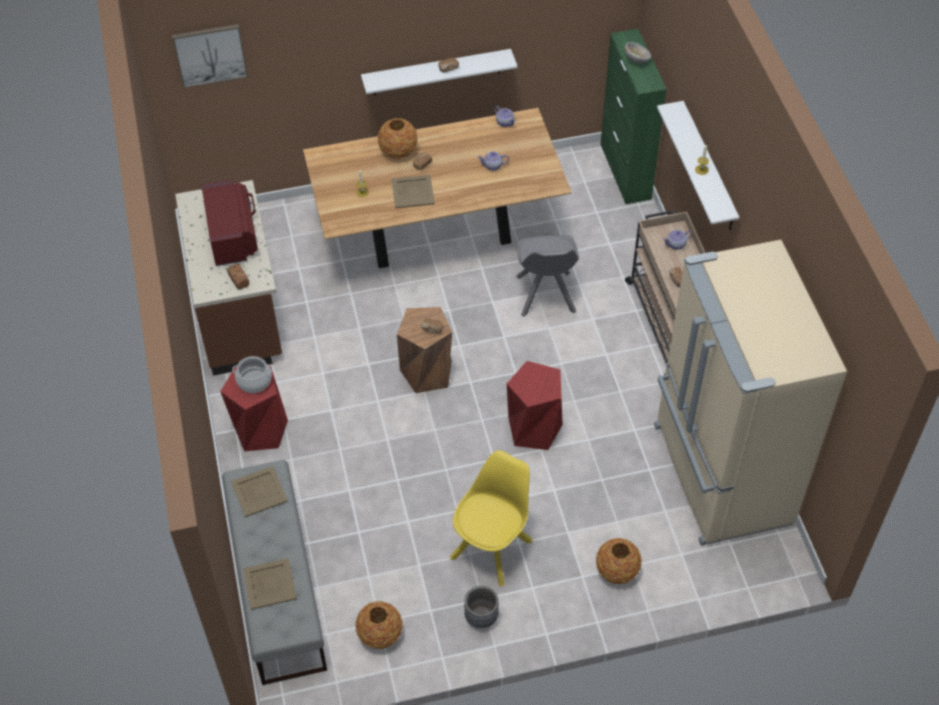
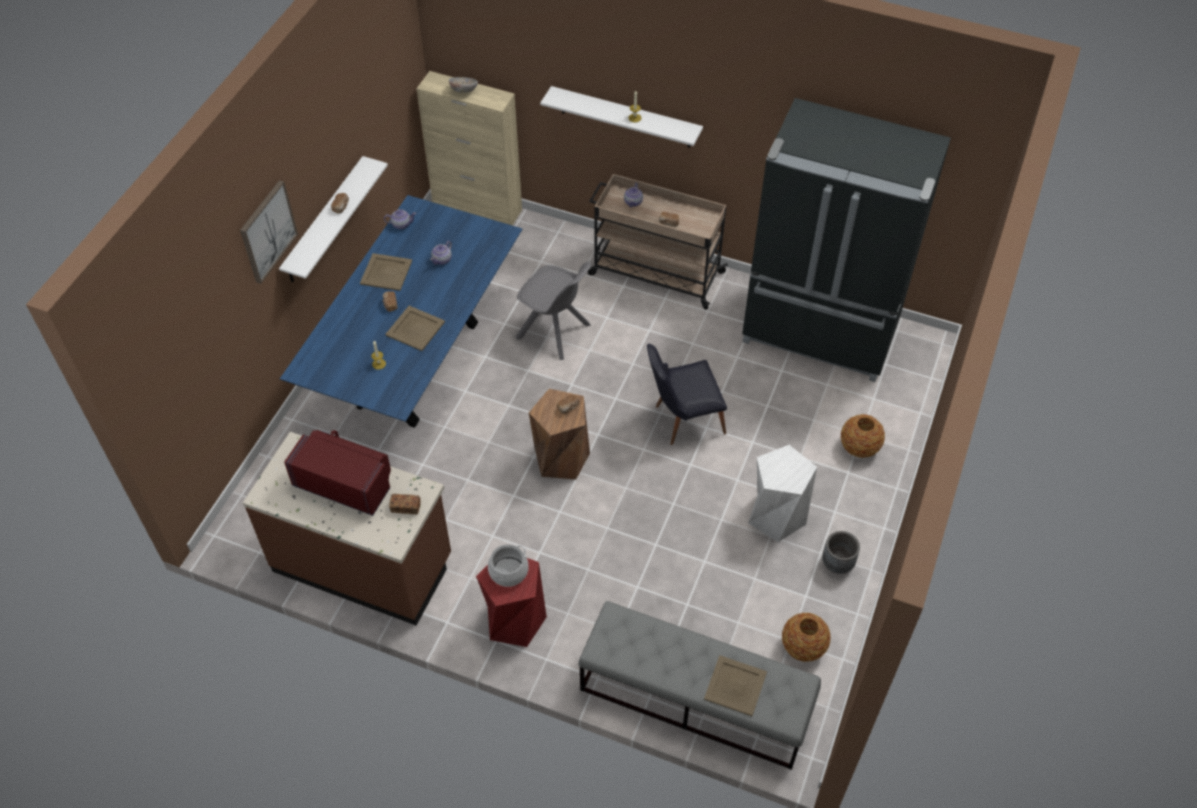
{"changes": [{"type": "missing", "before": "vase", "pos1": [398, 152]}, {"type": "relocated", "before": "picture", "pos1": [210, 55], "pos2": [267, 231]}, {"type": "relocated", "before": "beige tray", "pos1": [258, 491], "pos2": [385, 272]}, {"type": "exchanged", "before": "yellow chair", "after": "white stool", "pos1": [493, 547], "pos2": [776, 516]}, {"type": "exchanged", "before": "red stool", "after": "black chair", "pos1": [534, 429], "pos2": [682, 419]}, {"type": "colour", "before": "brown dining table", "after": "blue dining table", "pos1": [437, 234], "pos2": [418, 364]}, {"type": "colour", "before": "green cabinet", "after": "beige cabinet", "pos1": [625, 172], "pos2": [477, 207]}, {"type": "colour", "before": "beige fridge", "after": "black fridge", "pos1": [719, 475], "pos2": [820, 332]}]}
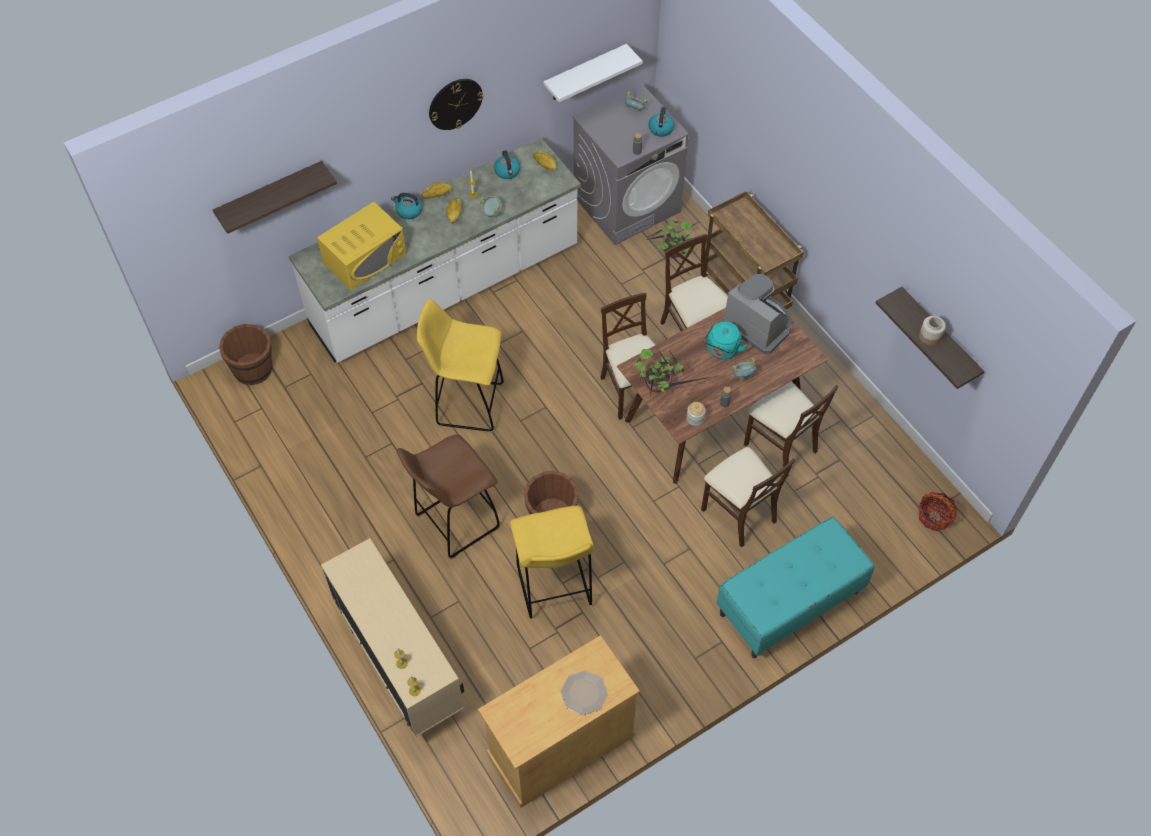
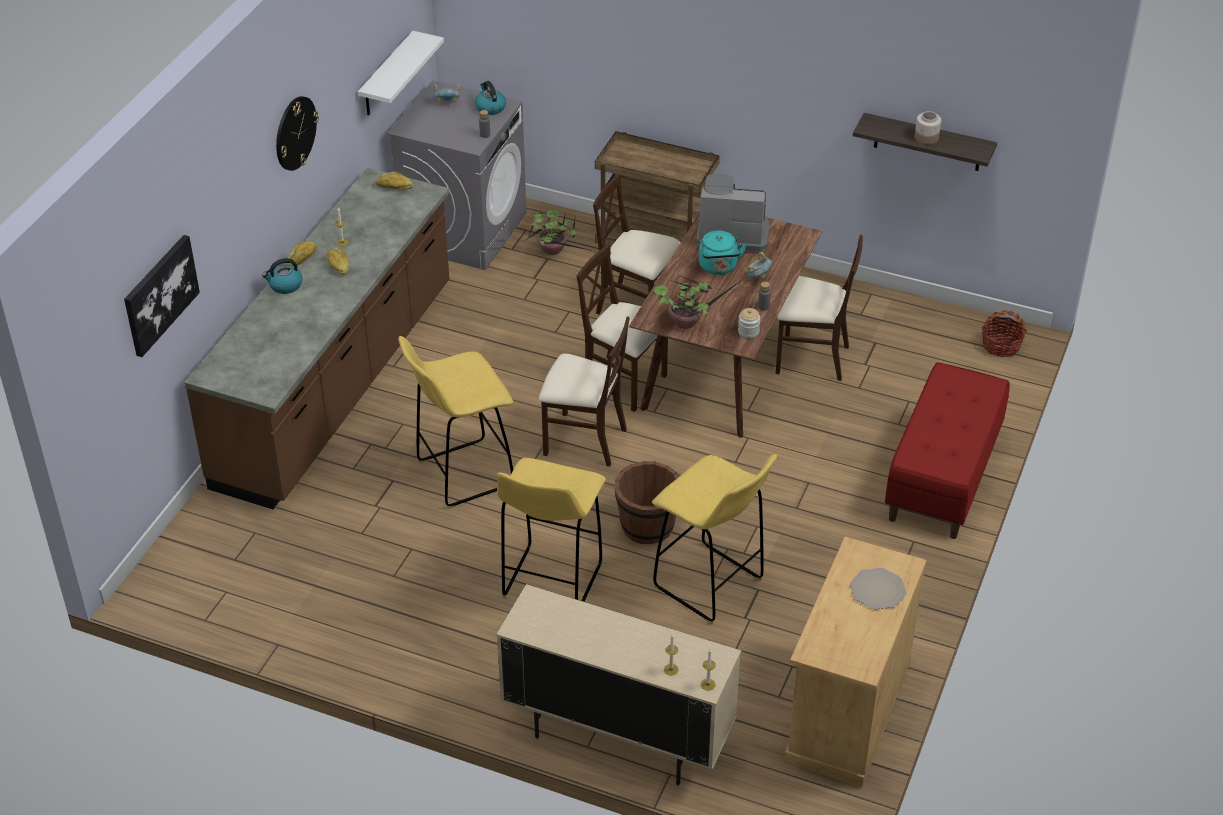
{"changes": [{"type": "missing", "before": "brown bucket", "pos1": [253, 369]}, {"type": "missing", "before": "yellow microwave", "pos1": [365, 258]}, {"type": "missing", "before": "bowl", "pos1": [491, 213]}, {"type": "missing", "before": "kettle", "pos1": [507, 172]}, {"type": "relocated", "before": "beige chair", "pos1": [739, 513], "pos2": [584, 440]}, {"type": "exchanged", "before": "shelf", "after": "picture", "pos1": [270, 195], "pos2": [160, 294]}, {"type": "colour", "before": "white counter", "after": "brown counter", "pos1": [446, 288], "pos2": [337, 386]}, {"type": "colour", "before": "brown stool", "after": "yellow stool", "pos1": [455, 523], "pos2": [551, 583]}, {"type": "colour", "before": "turquoise bench", "after": "red bench", "pos1": [789, 603], "pos2": [943, 478]}]}
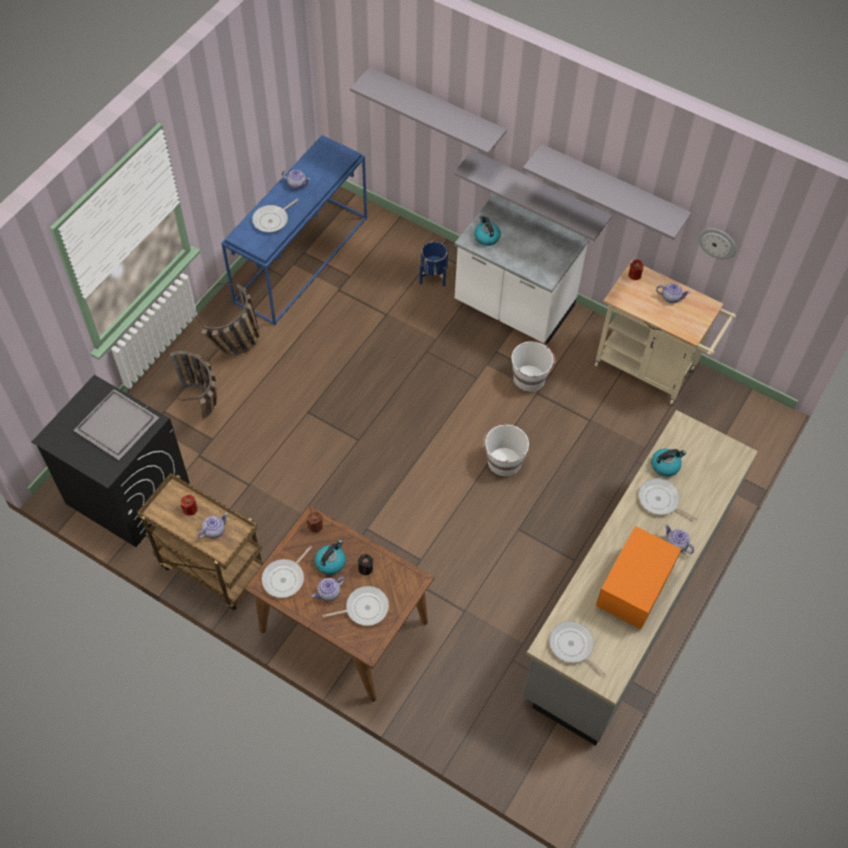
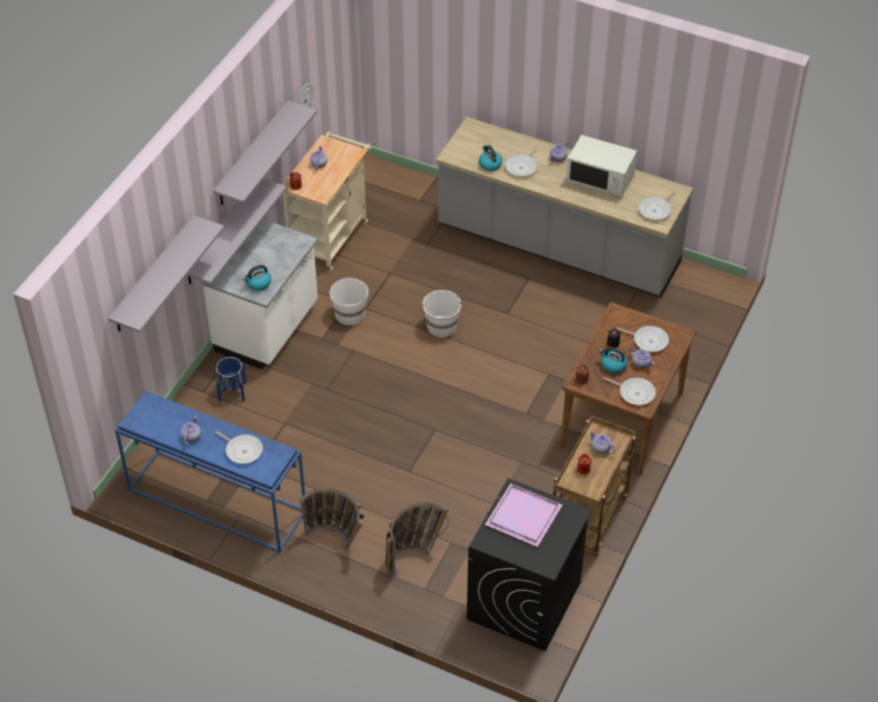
{"changes": [{"type": "colour", "before": "grey tray", "after": "purple tray", "pos1": [117, 426], "pos2": [525, 516]}, {"type": "colour", "before": "orange microwave", "after": "white microwave", "pos1": [634, 588], "pos2": [600, 179]}, {"type": "spun", "before": "frying pan", "pos1": [364, 608], "pos2": [648, 340], "turn": 135}]}
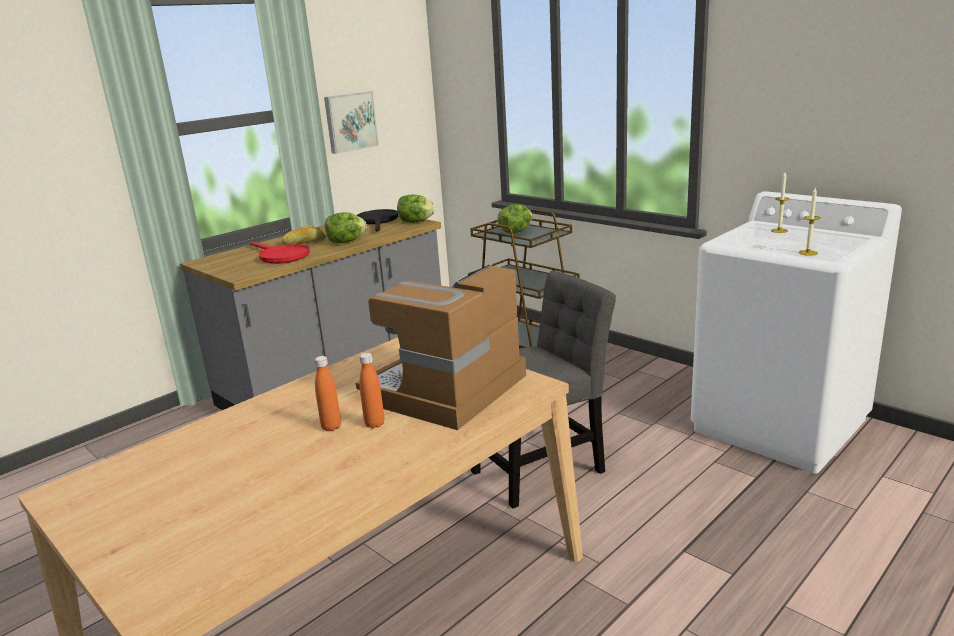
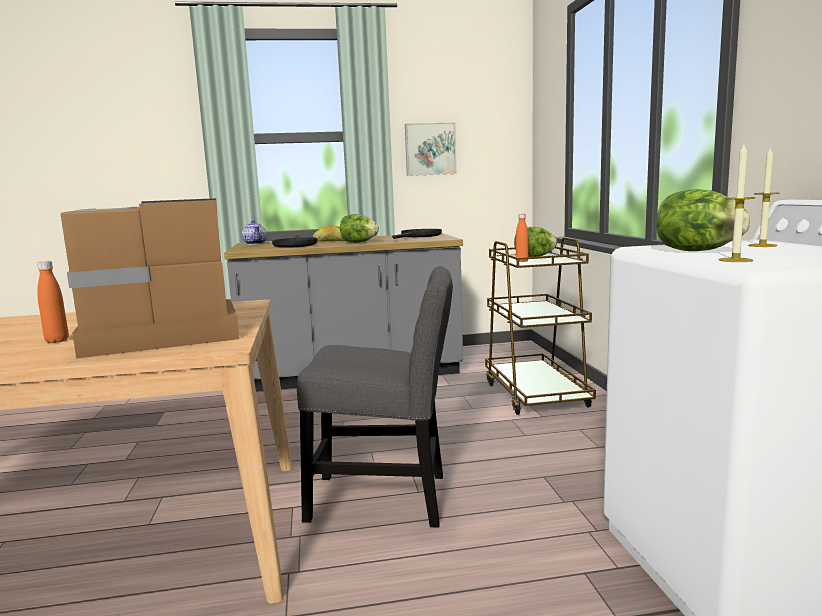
{"changes": [{"type": "appeared", "after": "teapot", "pos2": [255, 243]}, {"type": "relocated", "before": "orange bottle", "pos1": [331, 427], "pos2": [522, 261]}, {"type": "relocated", "before": "lettuce", "pos1": [416, 222], "pos2": [696, 251]}, {"type": "colour", "before": "red frying pan", "after": "black frying pan", "pos1": [280, 256], "pos2": [295, 245]}]}
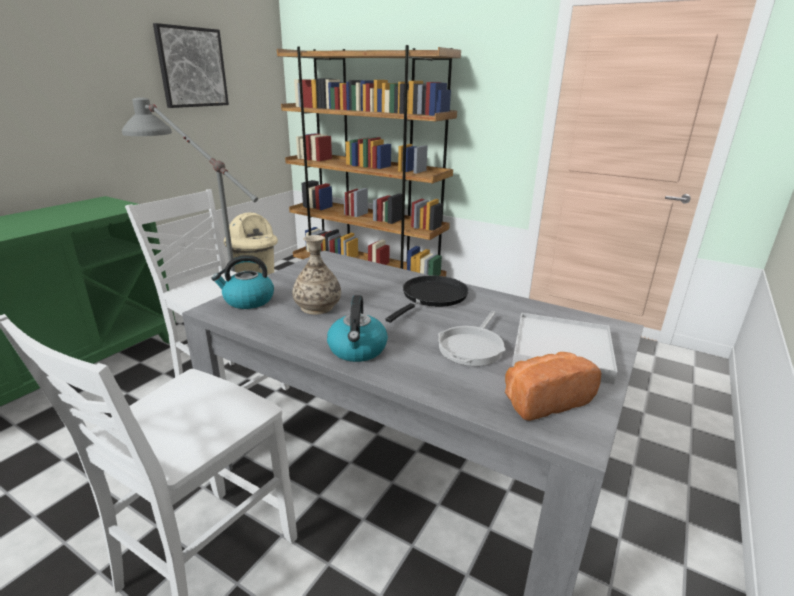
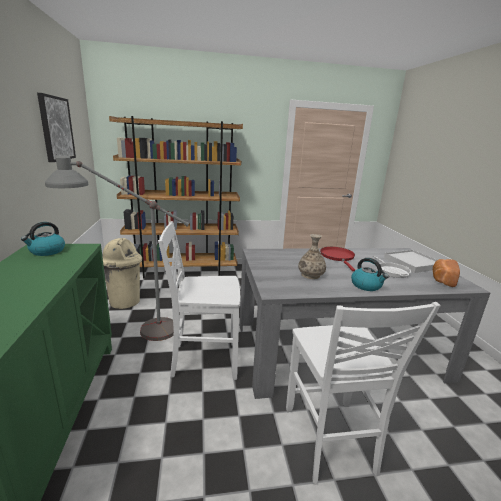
{"changes": [{"type": "relocated", "before": "kettle", "pos1": [248, 300], "pos2": [47, 251]}, {"type": "colour", "before": "black frying pan", "after": "red frying pan", "pos1": [432, 297], "pos2": [338, 257]}]}
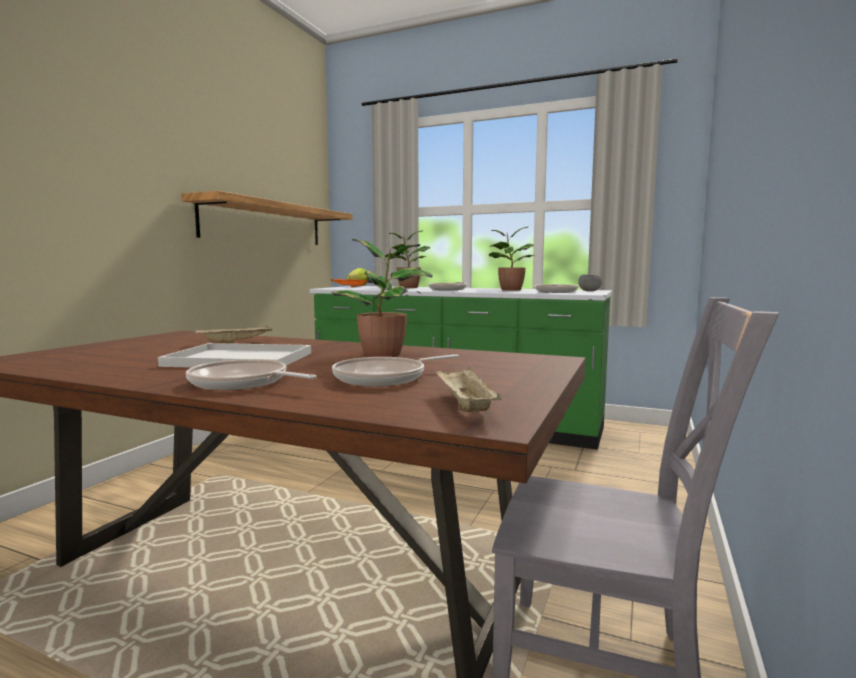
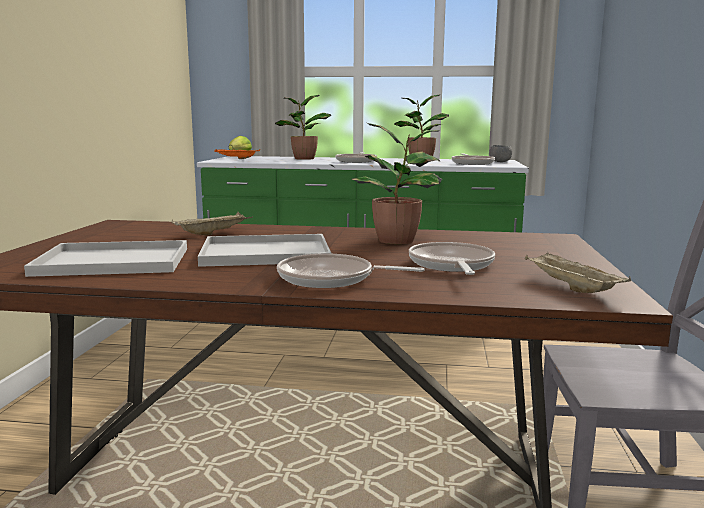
{"changes": [{"type": "missing", "before": "shelf", "pos1": [265, 224]}, {"type": "appeared", "after": "white tray", "pos2": [110, 262]}, {"type": "spun", "before": "frying pan", "pos1": [385, 378], "pos2": [451, 265], "turn": 135}]}
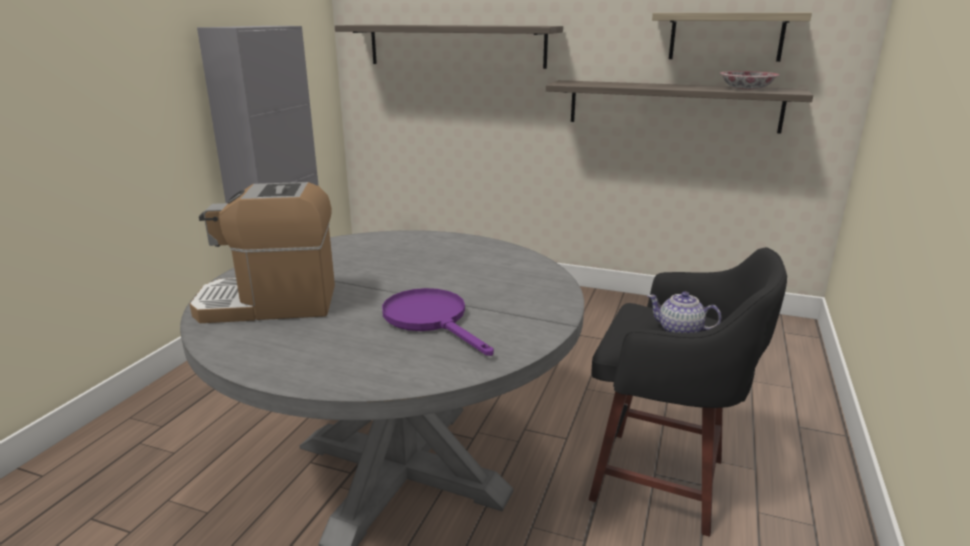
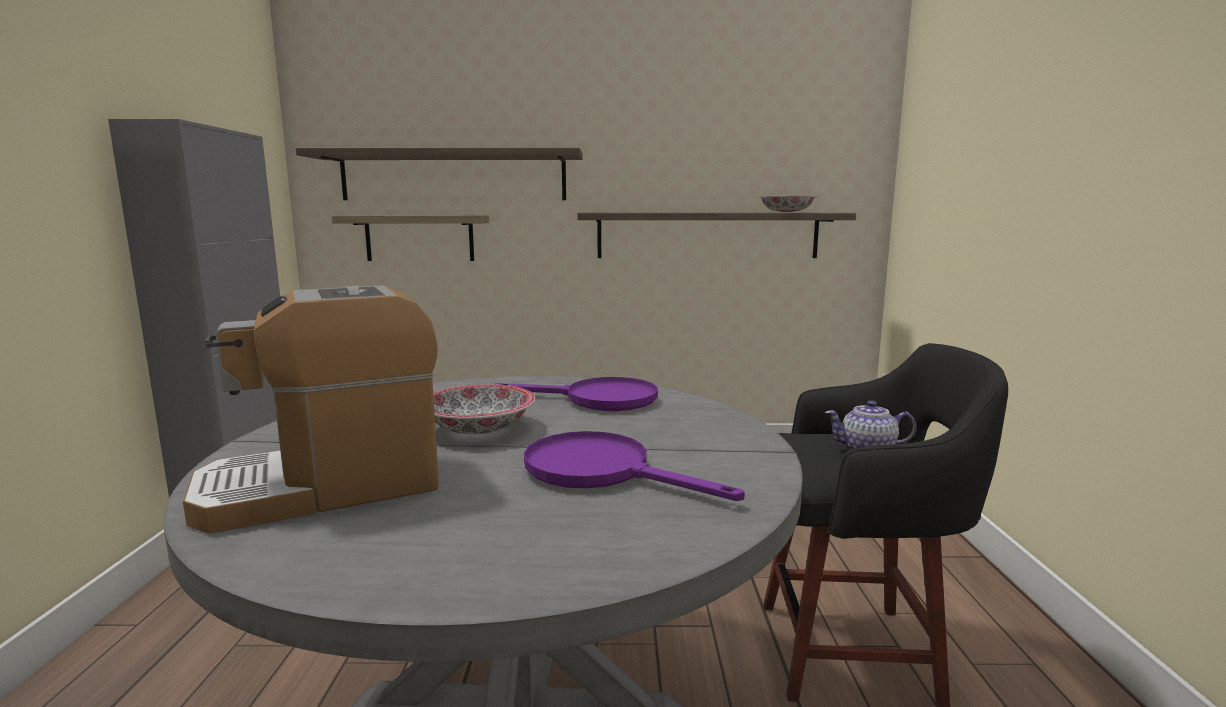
{"changes": [{"type": "appeared", "after": "bowl", "pos2": [479, 428]}, {"type": "appeared", "after": "purple frying pan", "pos2": [598, 399]}, {"type": "relocated", "before": "shelf", "pos1": [726, 36], "pos2": [419, 238]}]}
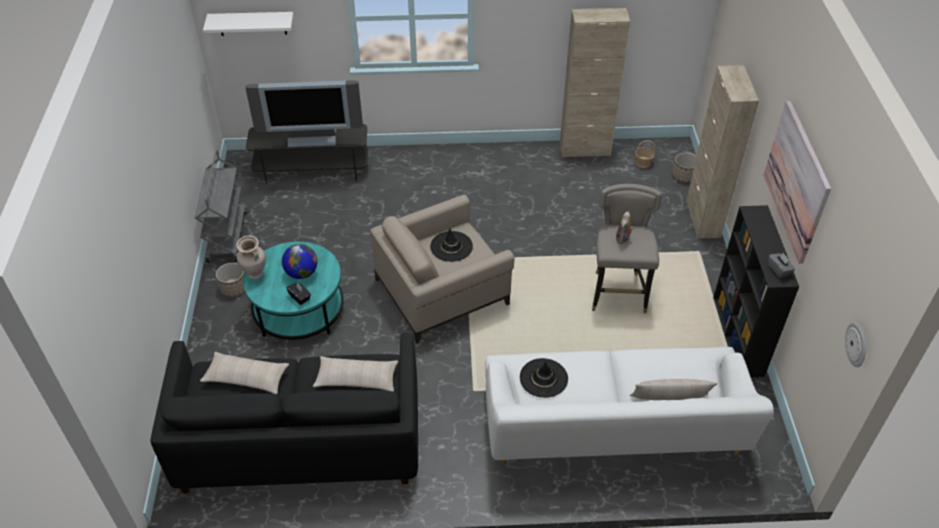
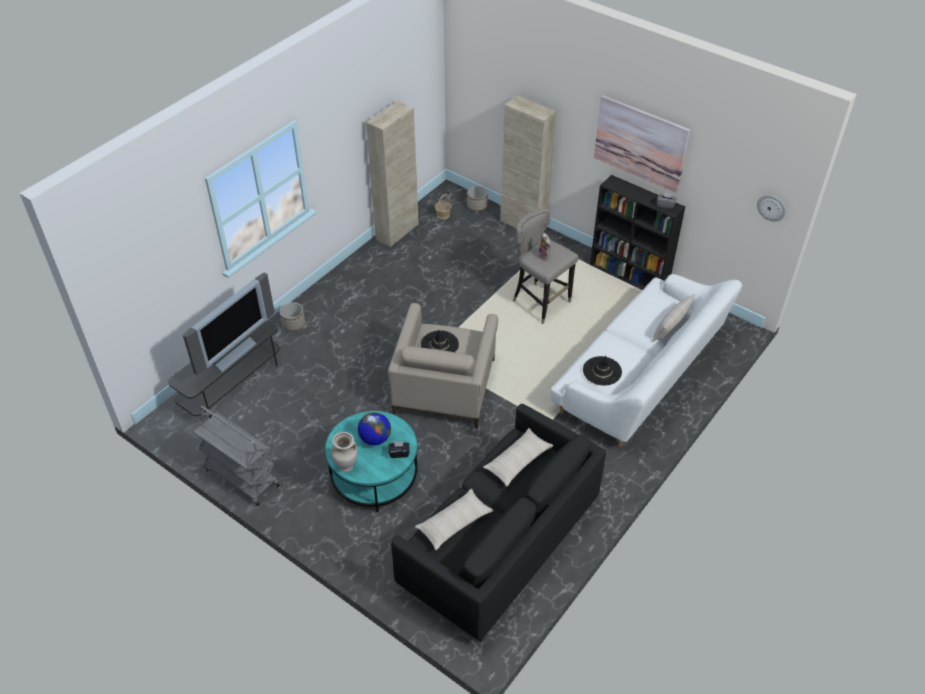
{"changes": [{"type": "missing", "before": "white shelf", "pos1": [252, 23]}, {"type": "relocated", "before": "planter", "pos1": [234, 288], "pos2": [293, 324]}]}
